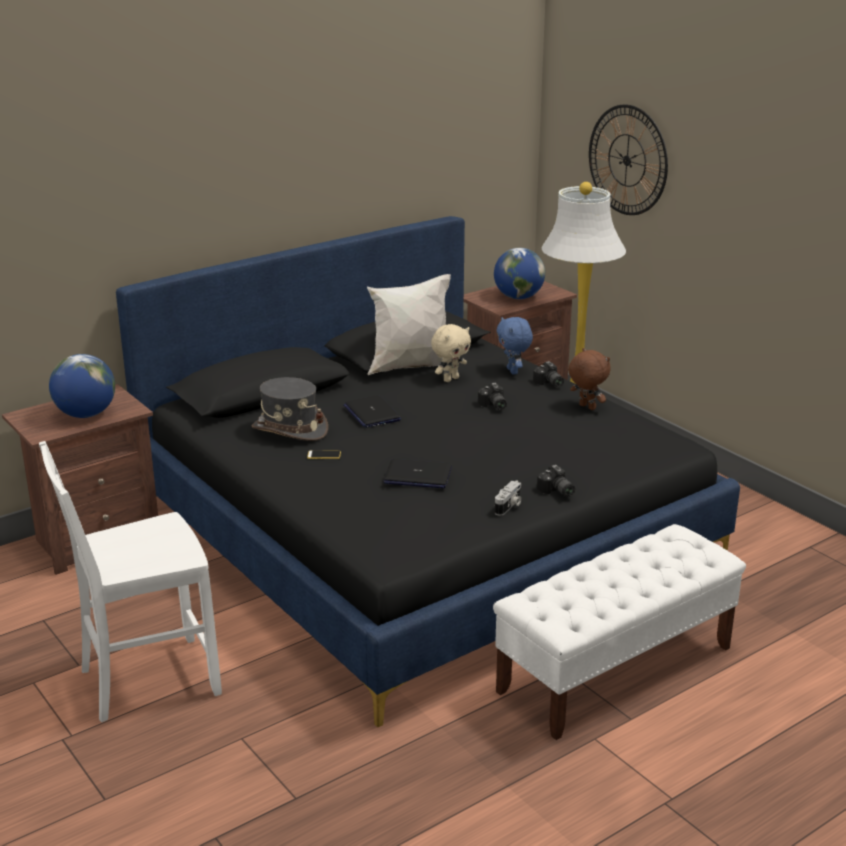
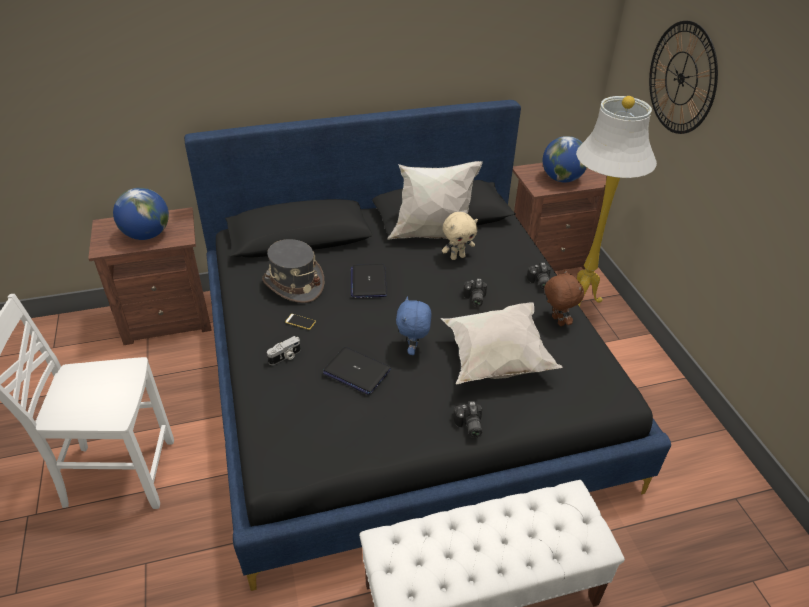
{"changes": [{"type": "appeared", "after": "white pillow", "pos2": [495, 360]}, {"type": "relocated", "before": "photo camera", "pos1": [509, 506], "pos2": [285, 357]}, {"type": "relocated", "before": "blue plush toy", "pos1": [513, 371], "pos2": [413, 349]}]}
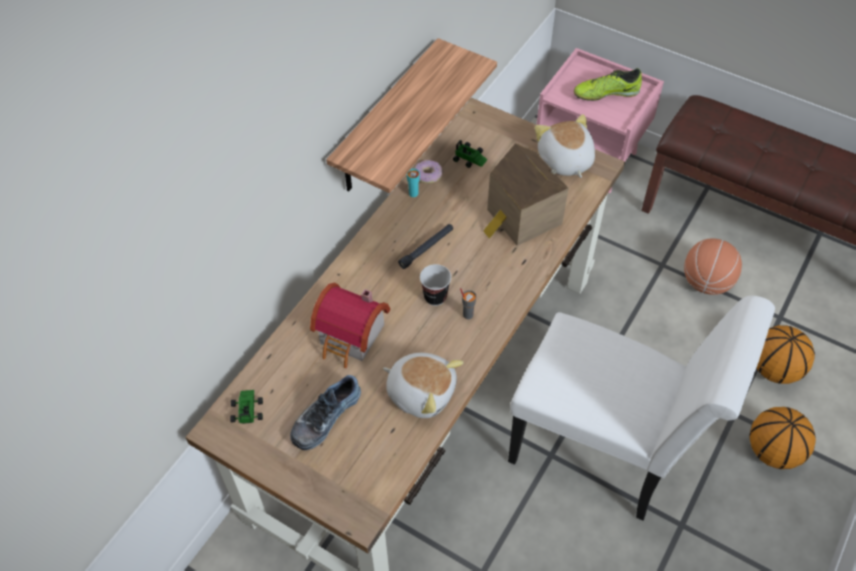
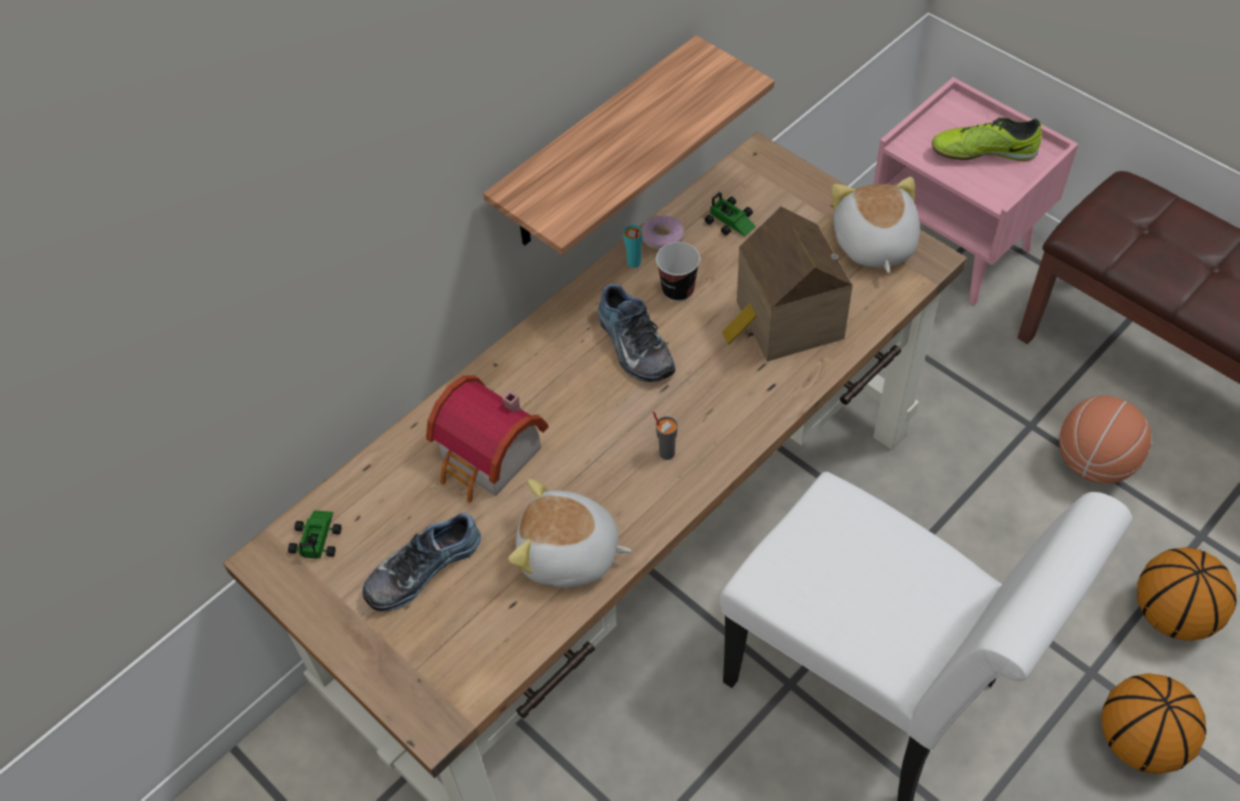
{"changes": [{"type": "relocated", "before": "cup", "pos1": [435, 297], "pos2": [678, 290]}, {"type": "exchanged", "before": "black flashlight", "after": "shoe", "pos1": [426, 248], "pos2": [632, 346]}, {"type": "spun", "before": "plush toy", "pos1": [421, 391], "pos2": [569, 555], "turn": 150}]}
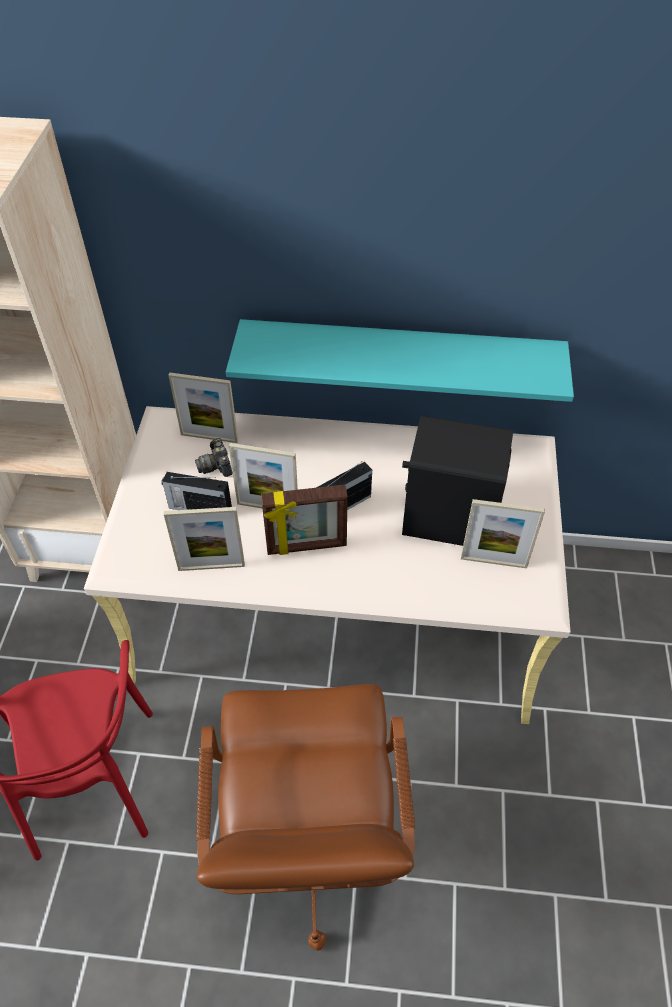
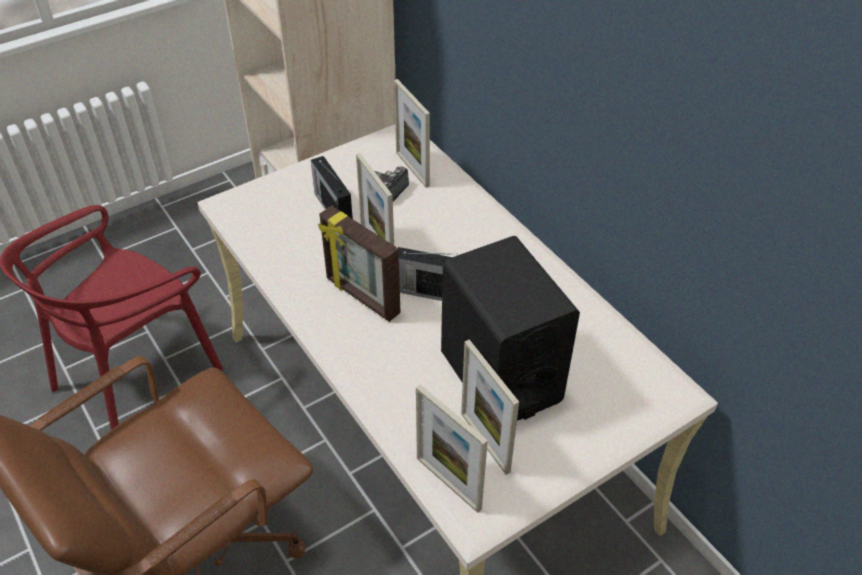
{"changes": [{"type": "missing", "before": "turquoise shelf", "pos1": [399, 354]}, {"type": "relocated", "before": "picture frame", "pos1": [211, 567], "pos2": [448, 483]}]}
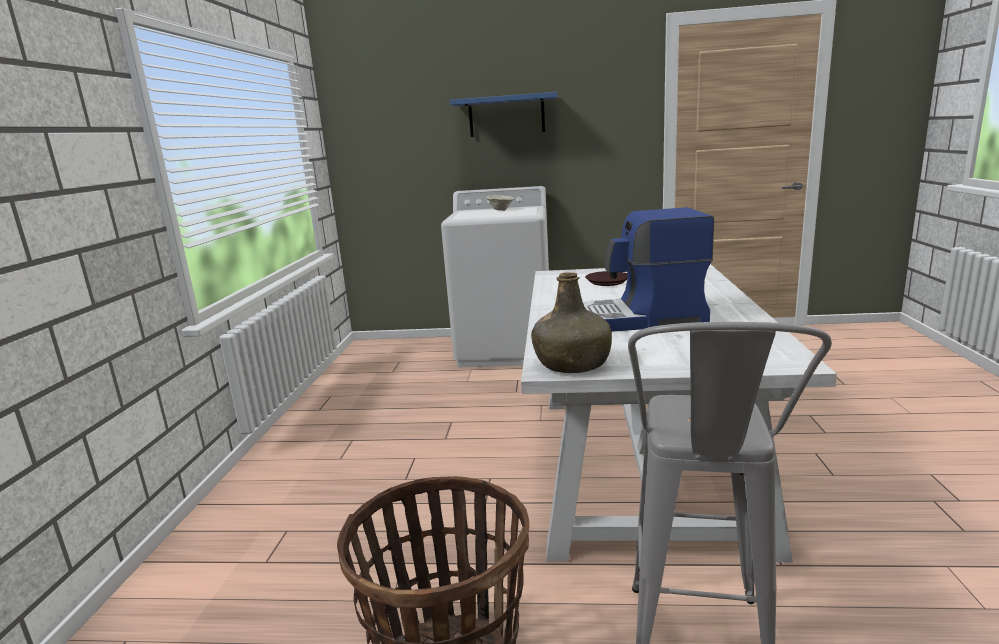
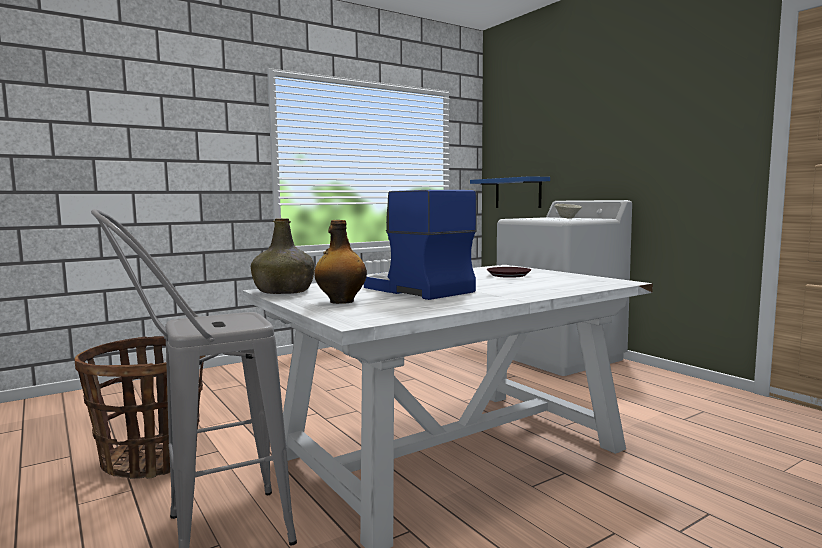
{"changes": [{"type": "appeared", "after": "bottle", "pos2": [341, 301]}, {"type": "relocated", "before": "blue shelf", "pos1": [506, 116], "pos2": [518, 193]}]}
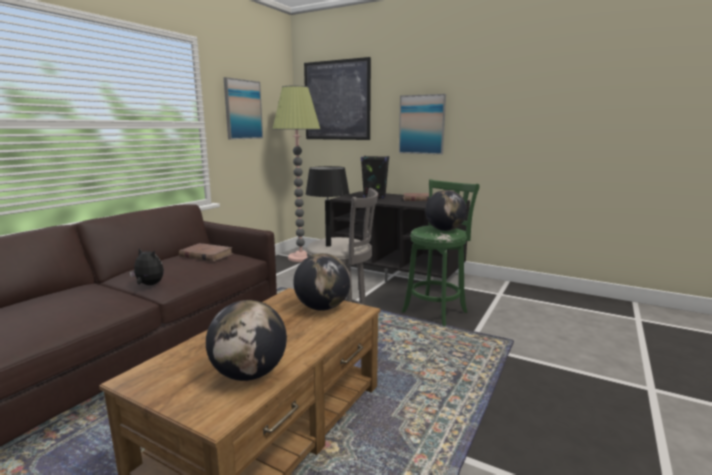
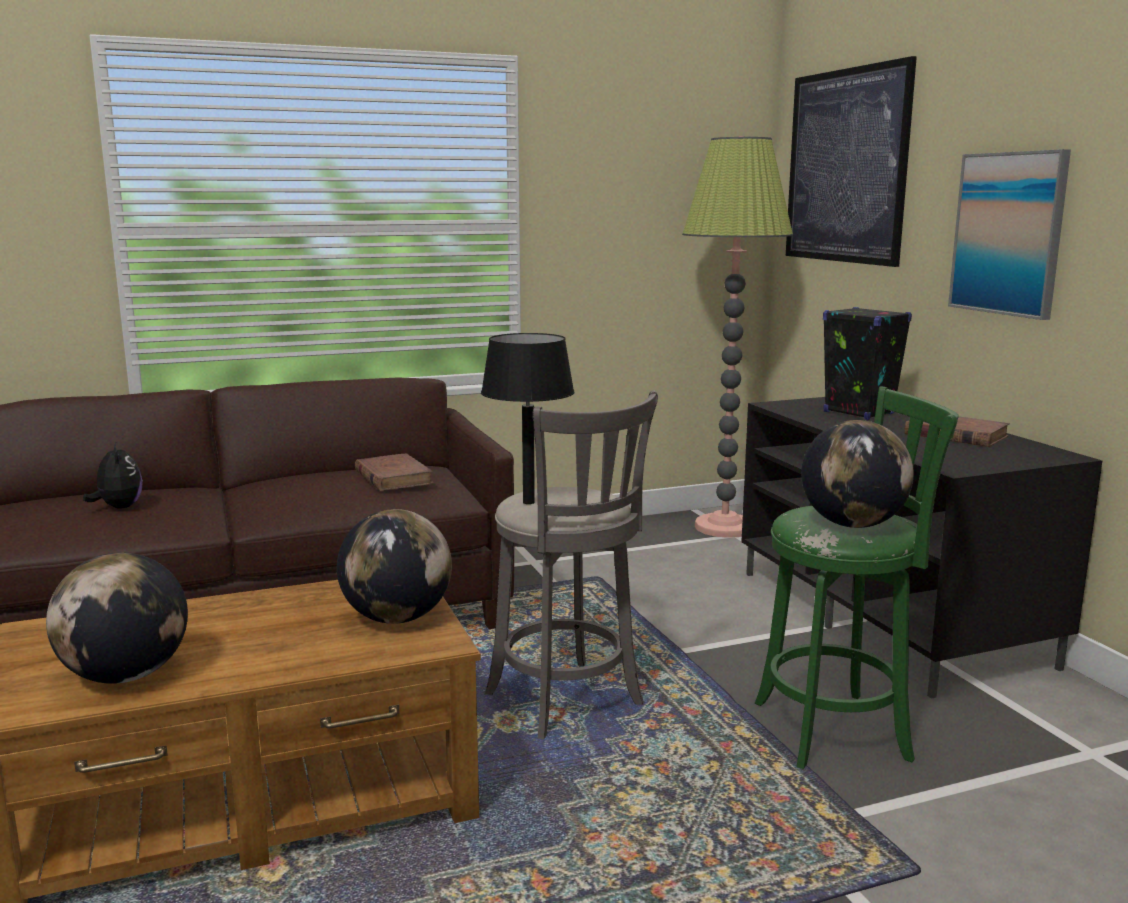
{"changes": [{"type": "missing", "before": "picture", "pos1": [243, 109]}, {"type": "relocated", "before": "plush toy", "pos1": [149, 285], "pos2": [118, 507]}]}
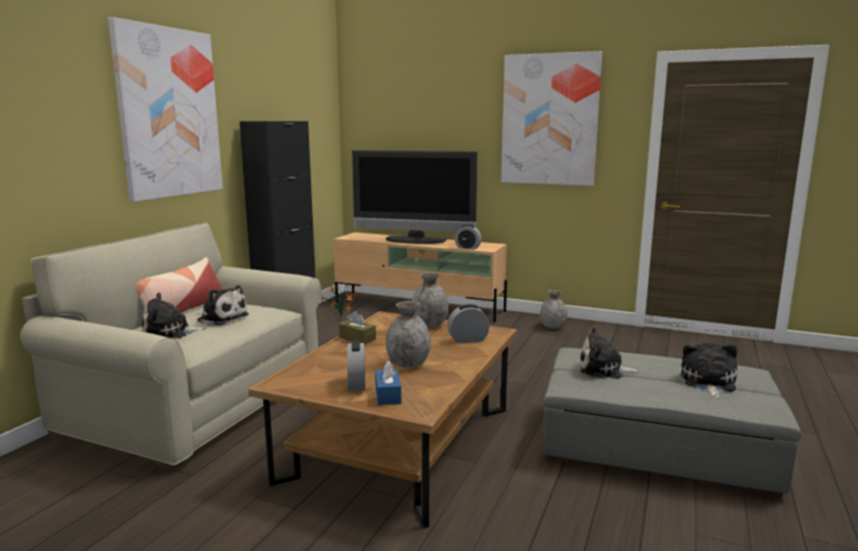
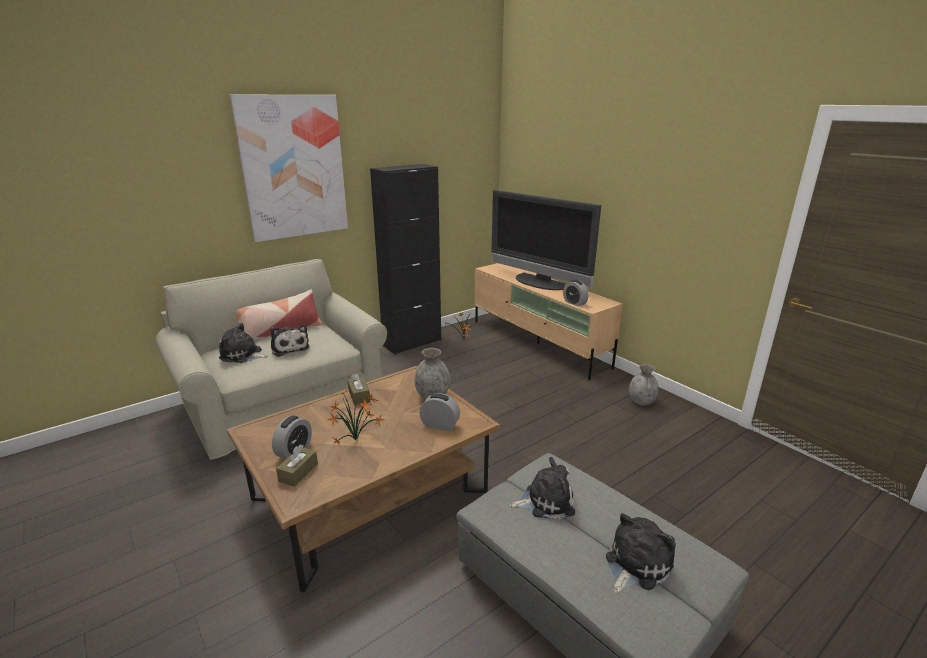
{"changes": [{"type": "missing", "before": "picture", "pos1": [549, 120]}, {"type": "exchanged", "before": "grey vase", "after": "potted plant", "pos1": [408, 364], "pos2": [357, 440]}, {"type": "colour", "before": "blue tissue box", "after": "brown tissue box", "pos1": [388, 395], "pos2": [298, 472]}, {"type": "spun", "before": "plush toy", "pos1": [603, 370], "pos2": [546, 501], "turn": 135}]}
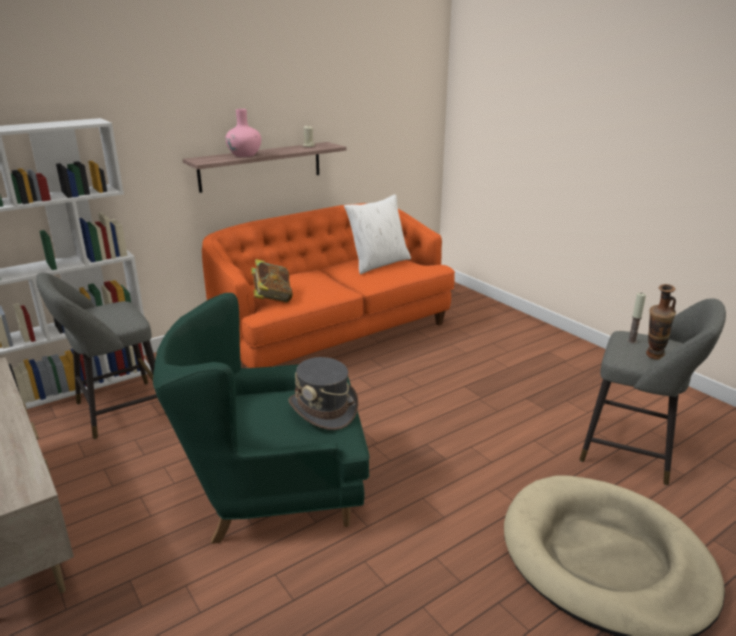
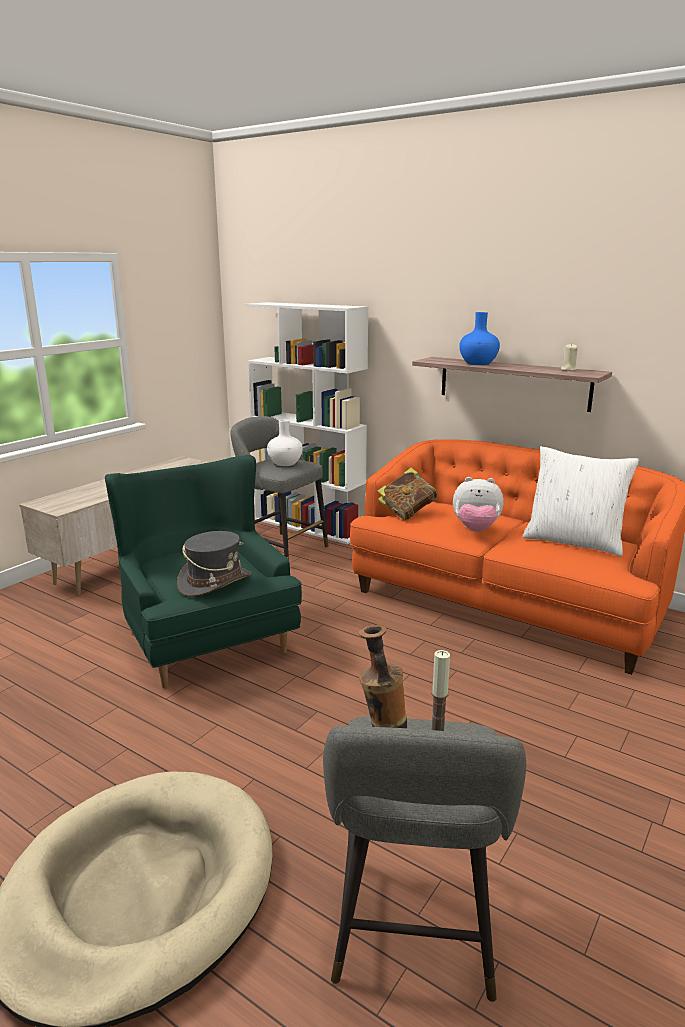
{"changes": [{"type": "appeared", "after": "white vase", "pos2": [285, 463]}, {"type": "appeared", "after": "plush toy", "pos2": [476, 530]}, {"type": "colour", "before": "pink vase", "after": "blue vase", "pos1": [244, 155], "pos2": [478, 363]}]}
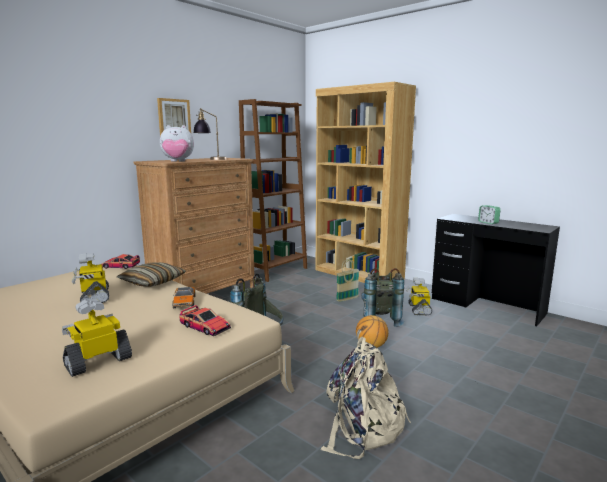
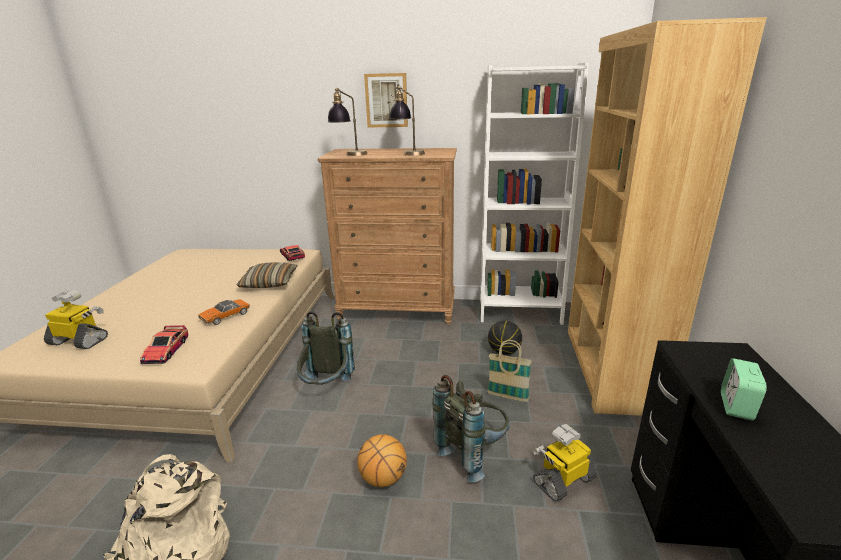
{"changes": [{"type": "missing", "before": "toy robot", "pos1": [94, 297]}, {"type": "appeared", "after": "basketball", "pos2": [504, 351]}, {"type": "exchanged", "before": "plush toy", "after": "table lamp", "pos1": [177, 161], "pos2": [349, 155]}, {"type": "colour", "before": "brown bookcase", "after": "white bookcase", "pos1": [276, 271], "pos2": [519, 312]}]}
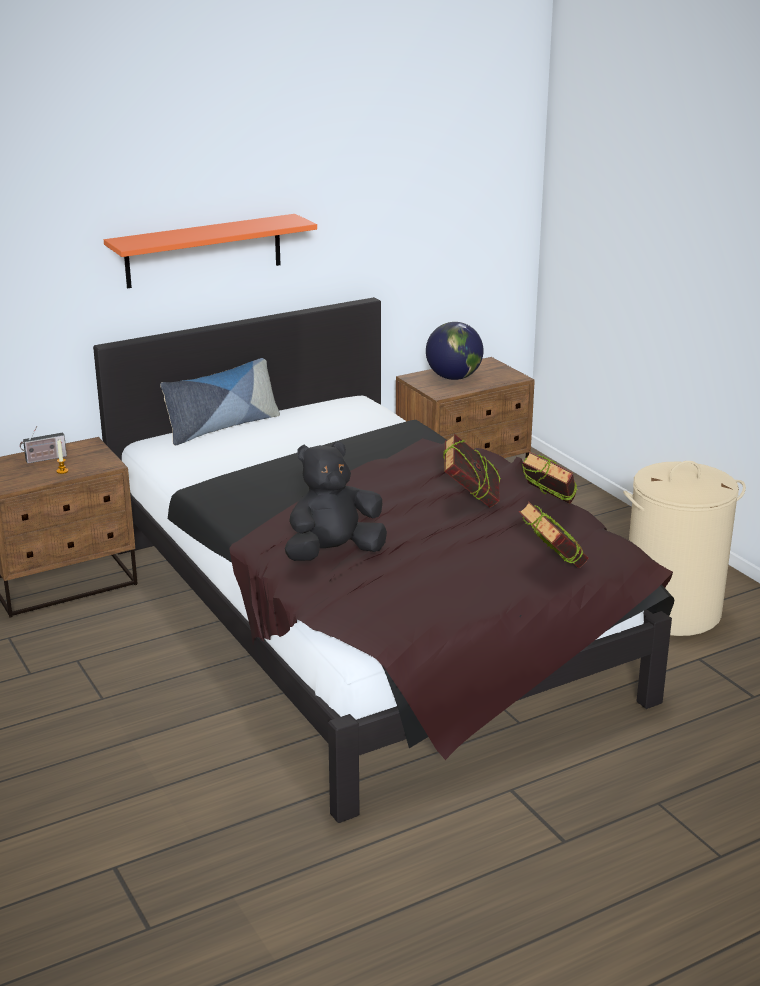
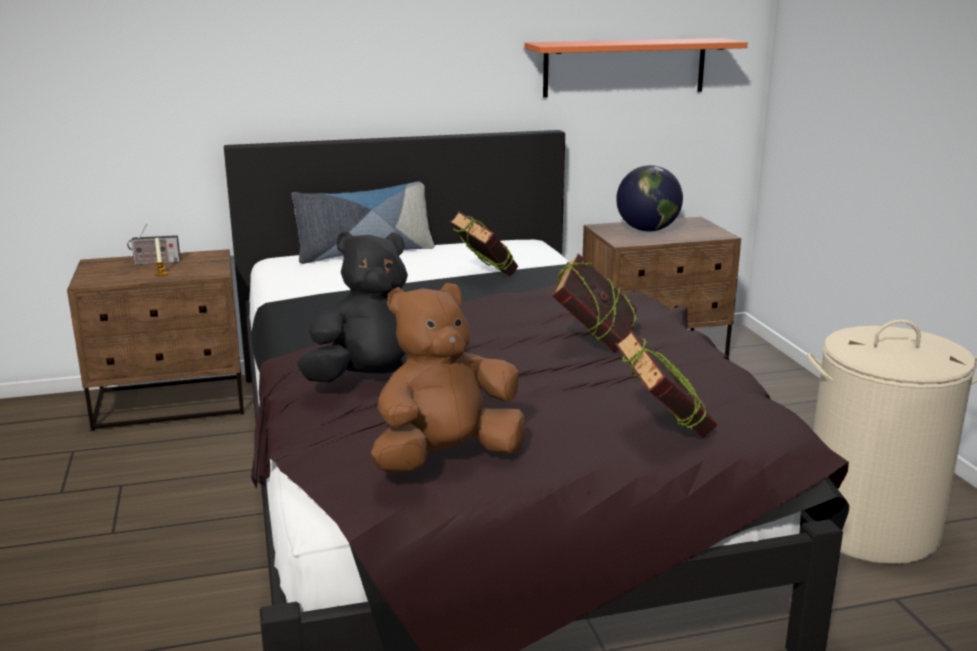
{"changes": [{"type": "appeared", "after": "brown plush toy", "pos2": [446, 458]}, {"type": "relocated", "before": "orange shelf", "pos1": [204, 251], "pos2": [624, 67]}, {"type": "relocated", "before": "book", "pos1": [548, 508], "pos2": [484, 277]}]}
